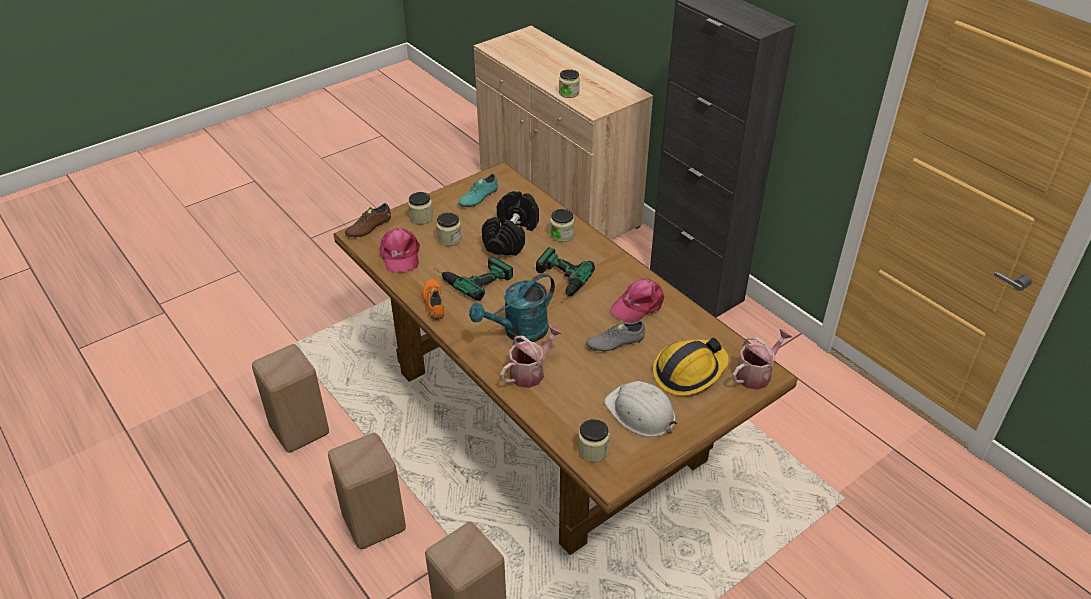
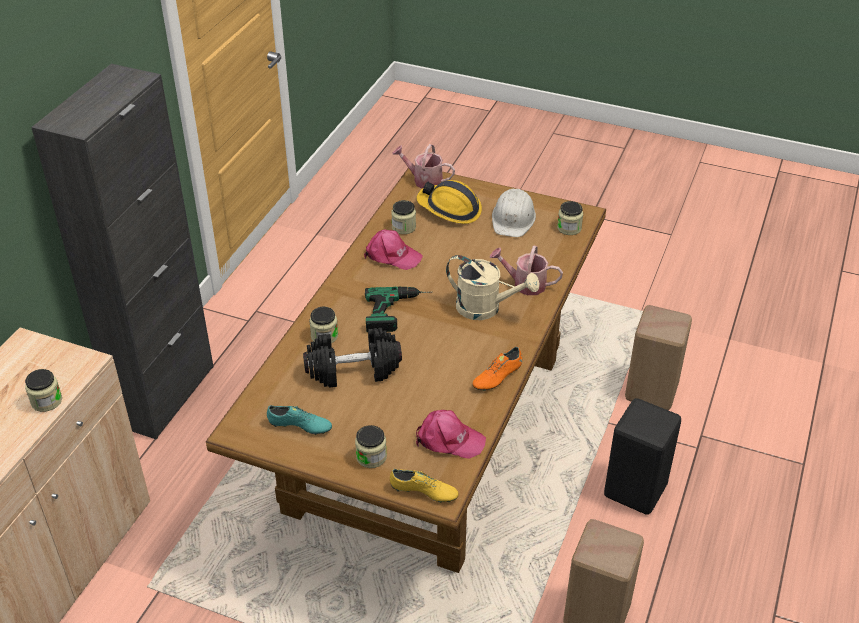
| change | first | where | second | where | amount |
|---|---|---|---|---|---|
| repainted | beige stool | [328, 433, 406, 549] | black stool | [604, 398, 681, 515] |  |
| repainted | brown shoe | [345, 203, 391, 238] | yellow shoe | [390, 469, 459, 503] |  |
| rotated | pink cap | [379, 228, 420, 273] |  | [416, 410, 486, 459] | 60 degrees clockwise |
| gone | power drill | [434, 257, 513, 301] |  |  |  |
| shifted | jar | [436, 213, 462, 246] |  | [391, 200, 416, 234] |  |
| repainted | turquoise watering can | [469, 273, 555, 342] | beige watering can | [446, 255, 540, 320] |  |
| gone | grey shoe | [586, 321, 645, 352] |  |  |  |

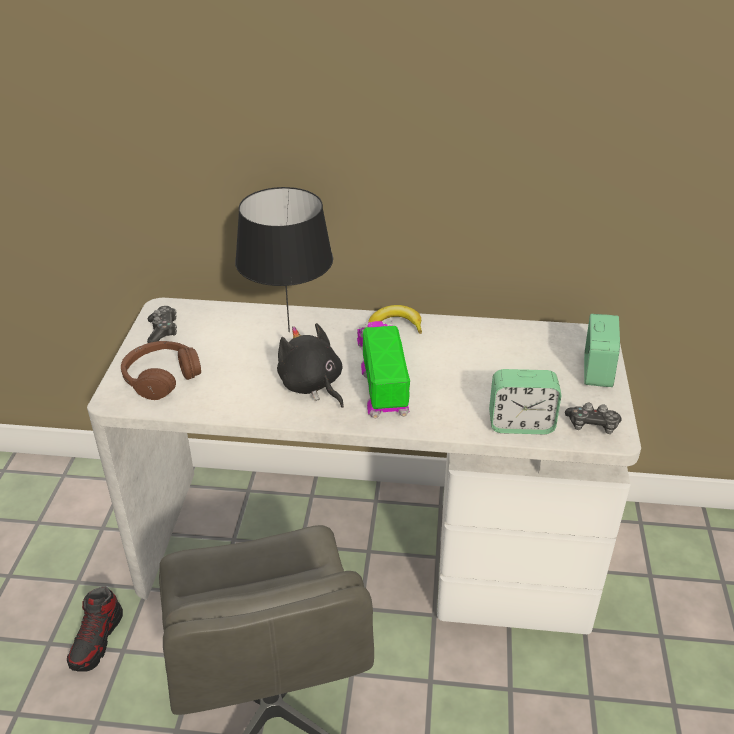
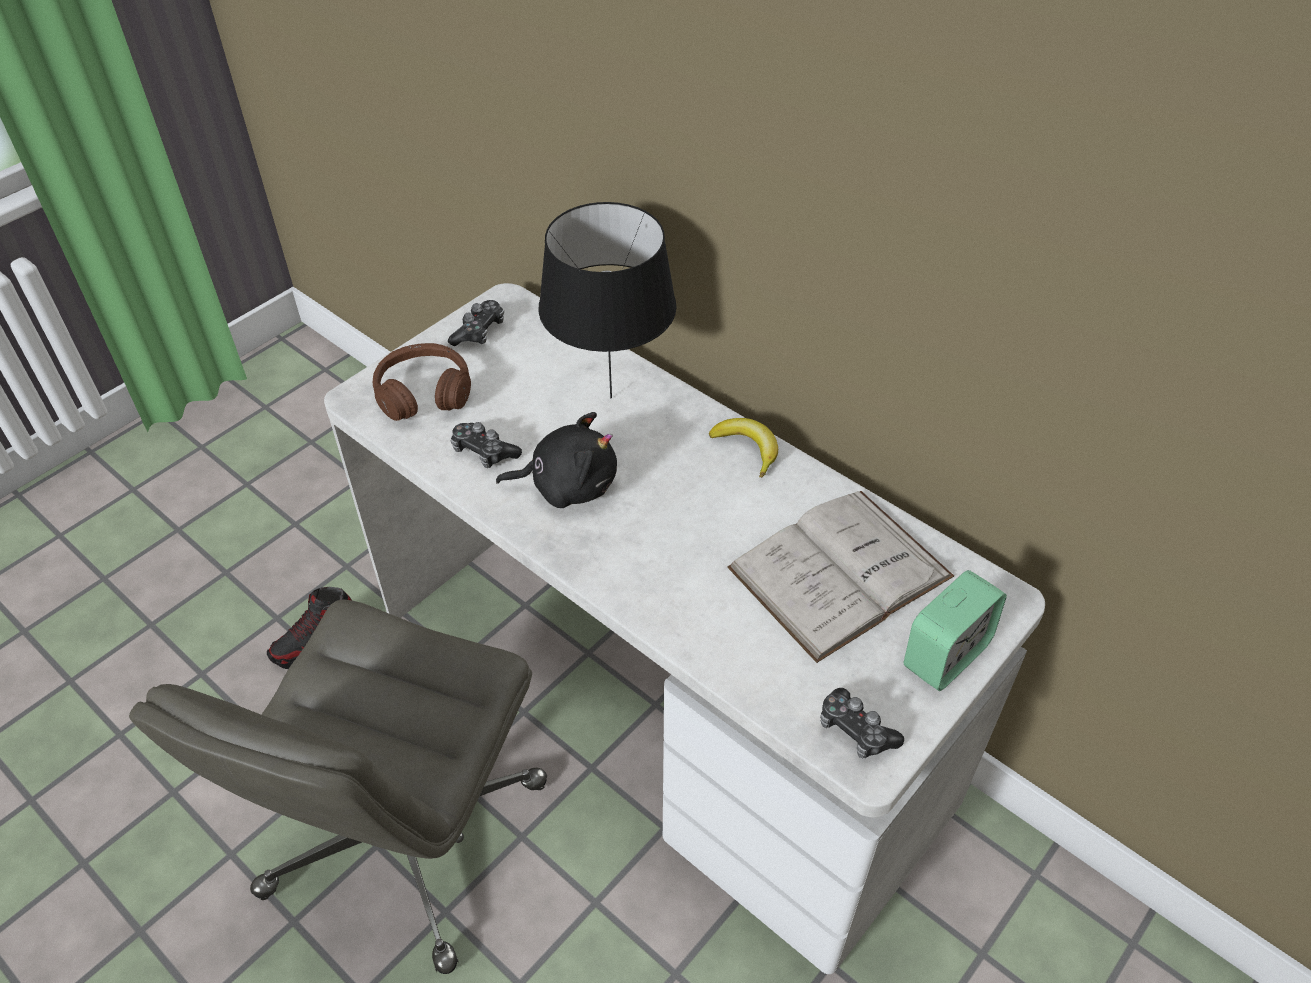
| change | first | where | second | where | amount |
|---|---|---|---|---|---|
| rotated | black plush toy | [277, 323, 344, 408] |  | [496, 412, 617, 508] | 90 degrees clockwise |
| gone | toy truck | [357, 320, 410, 419] |  |  |  |
| gone | alarm clock | [489, 369, 561, 434] |  |  |  |
| new |  |  | game controller | [450, 422, 522, 468] |  |
| new |  |  | white book | [727, 491, 954, 663] |  |

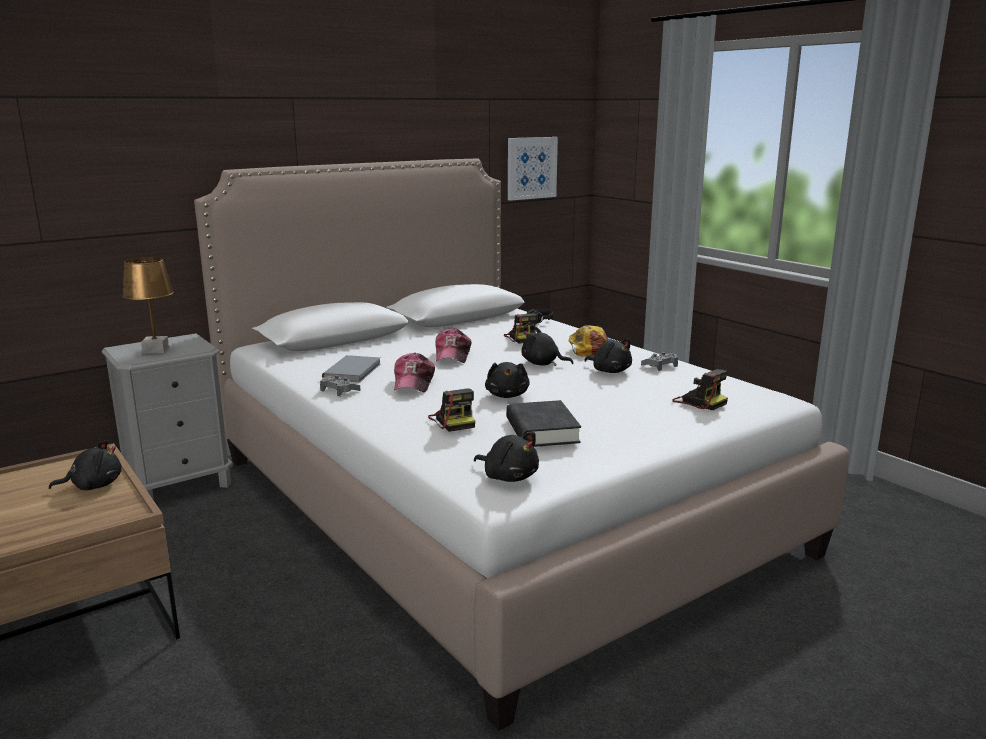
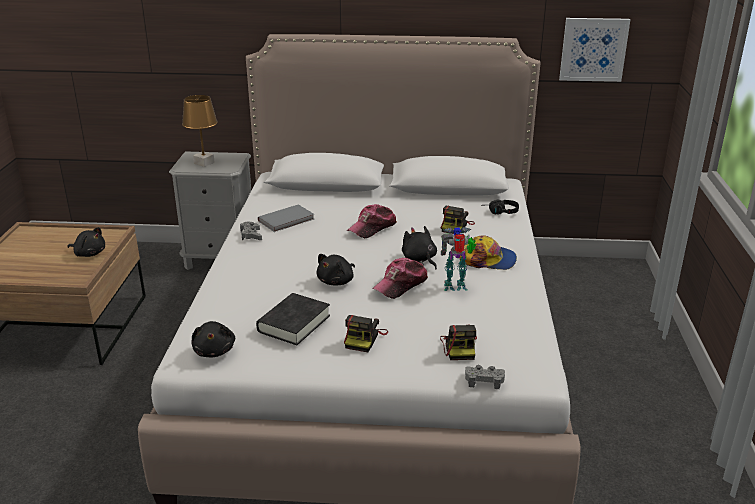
| change | first | where | second | where | amount |
|---|---|---|---|---|---|
| shifted | cap | [394, 352, 435, 392] |  | [372, 258, 428, 299] |  |
| shifted | photo camera | [428, 388, 475, 432] |  | [344, 315, 388, 352] |  |
| swapped | black plush toy | [584, 338, 632, 373] | toy robot | [441, 227, 476, 291] |  |
| shifted | grey game controller | [641, 352, 678, 371] |  | [465, 365, 505, 389] |  |

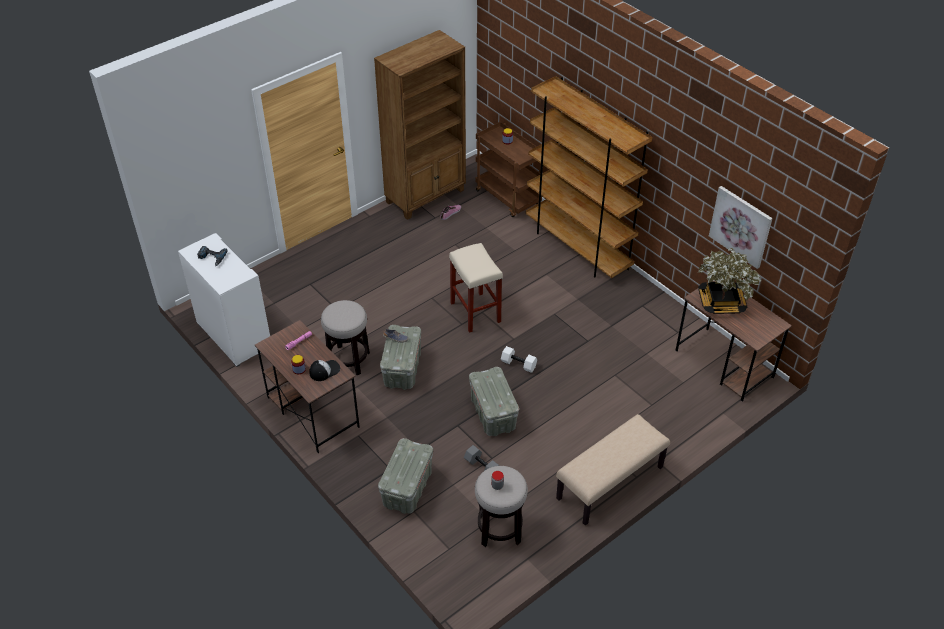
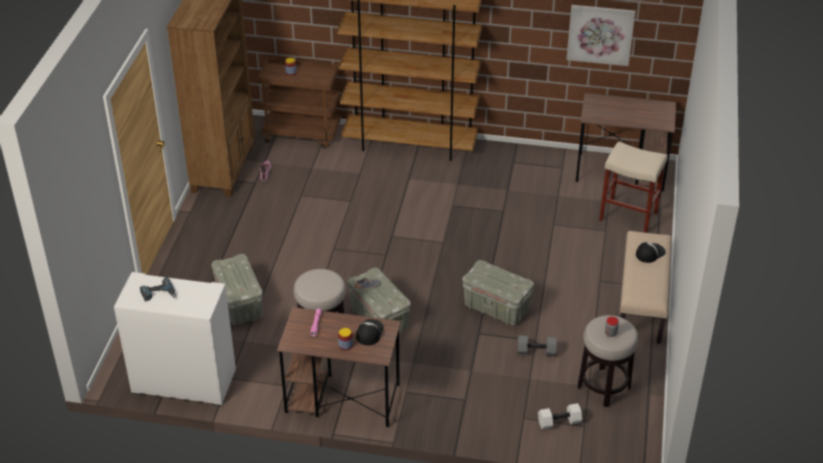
| change | first | where | second | where | amount |
|---|---|---|---|---|---|
| shifted | grey storage box | [378, 438, 433, 514] |  | [211, 254, 263, 325] |  |
| shifted | beige stool | [449, 243, 503, 333] |  | [599, 141, 668, 233] |  |
| shifted | white dumbbell | [501, 346, 537, 373] |  | [538, 403, 582, 429] |  |
| gone | potted plant | [698, 248, 761, 314] |  |  |  |
| new |  |  | cap | [636, 242, 666, 263] |  |

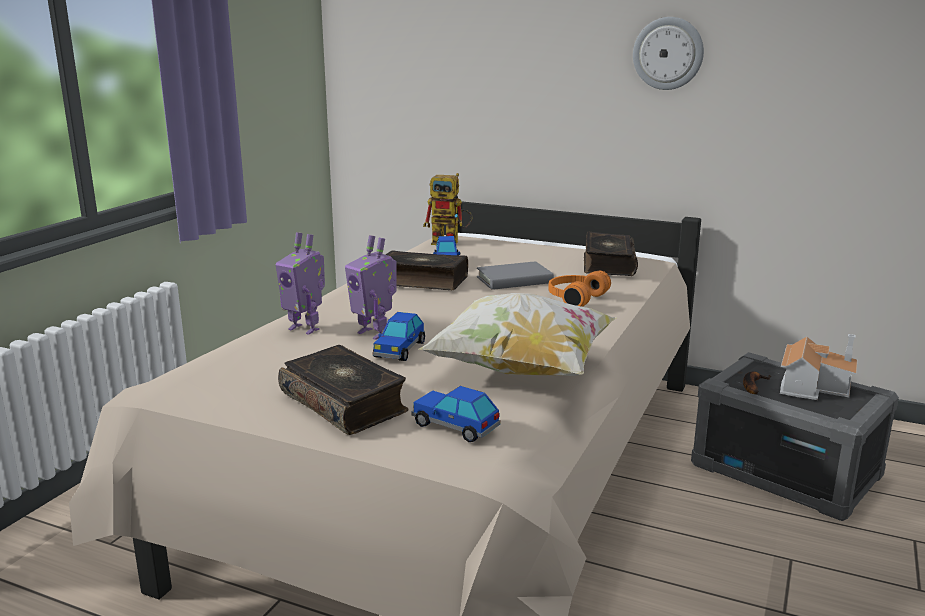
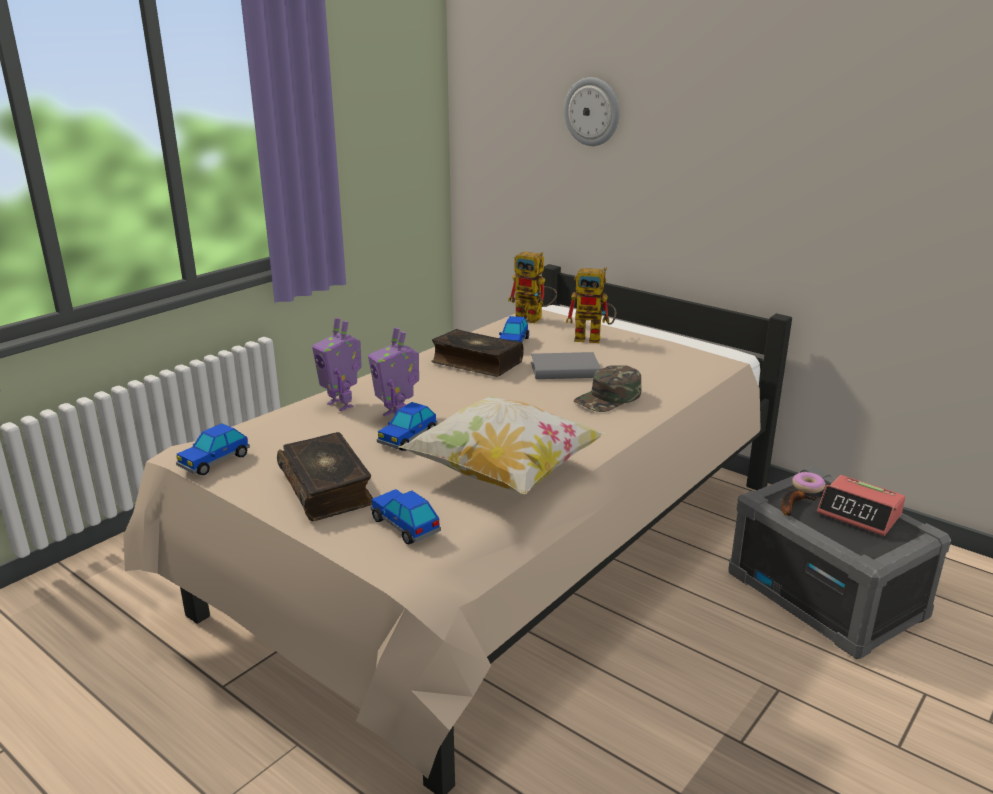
| change | first | where | second | where | amount |
|---|---|---|---|---|---|
| swapped | orange headphones | [548, 271, 611, 307] | green cap | [574, 365, 642, 412] |  |
| gone | book | [584, 232, 638, 276] |  |  |  |
| shifted | wall clock | [633, 17, 704, 90] |  | [564, 77, 620, 146] |  |
| swapped | toy house | [780, 334, 857, 400] | alarm clock | [817, 475, 905, 536] |  |
| new |  |  | toy car | [176, 423, 250, 475] |  |
| new |  |  | toy robot | [566, 267, 617, 343] |  |
| new |  |  | donut | [792, 472, 826, 493] |  |

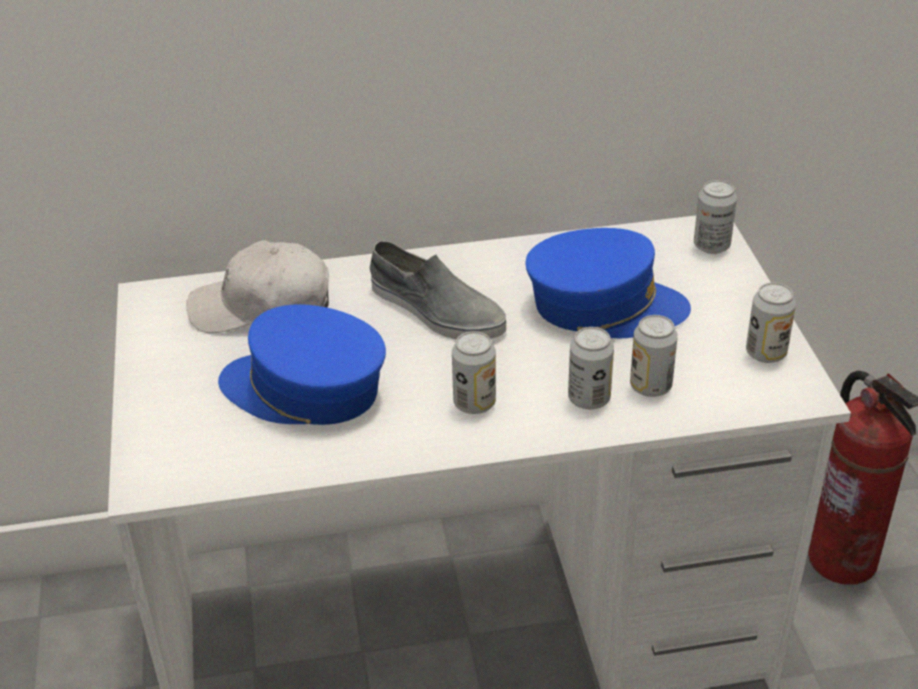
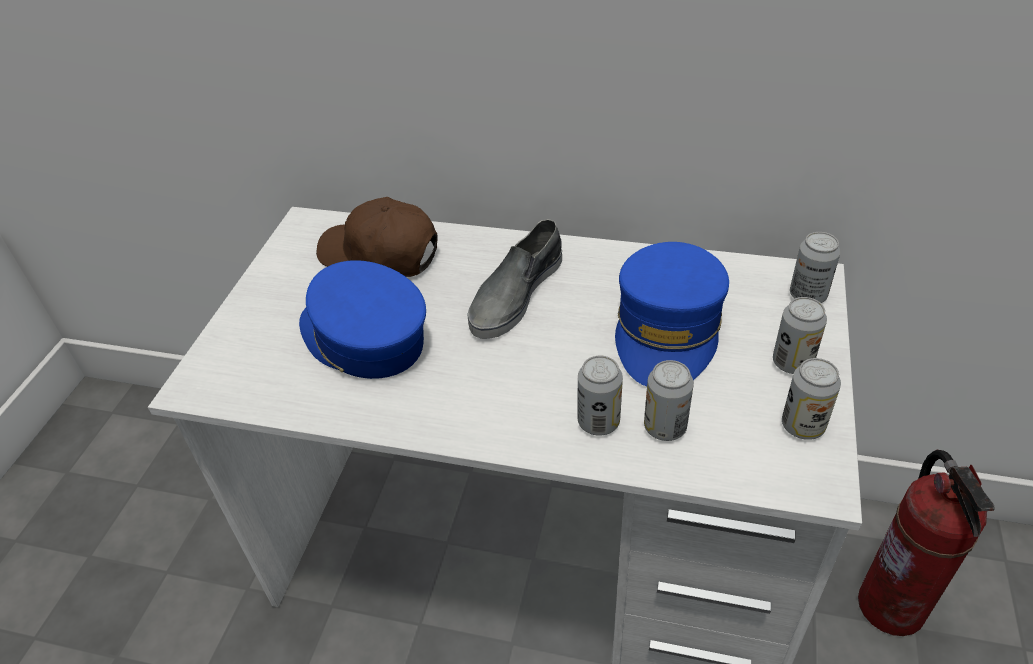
| change | first | where | second | where | amount |
|---|---|---|---|---|---|
| repainted | white cap | [186, 240, 329, 333] | brown cap | [316, 197, 438, 277] |  |
| rotated | grey shoe | [370, 241, 506, 339] |  | [467, 219, 562, 339] | 60 degrees clockwise |
| shifted | can | [452, 331, 496, 414] |  | [773, 297, 827, 374] |  |
| rotated | blue cap | [525, 228, 691, 338] |  | [615, 242, 729, 387] | 75 degrees clockwise |

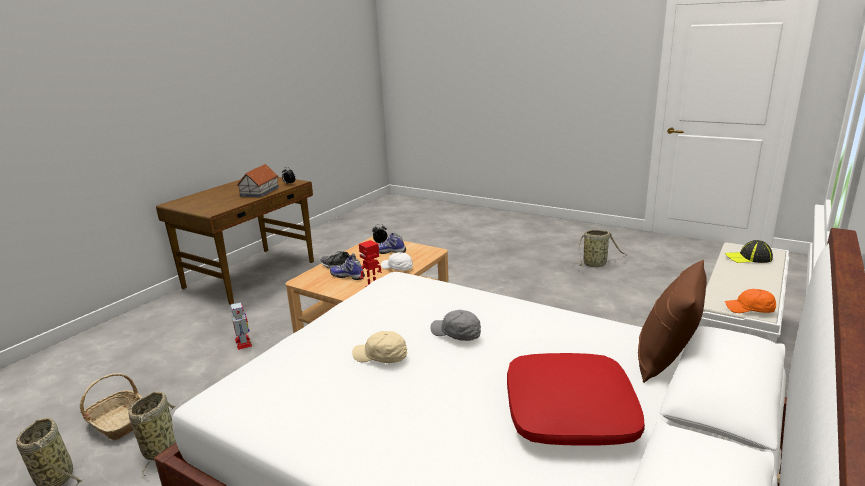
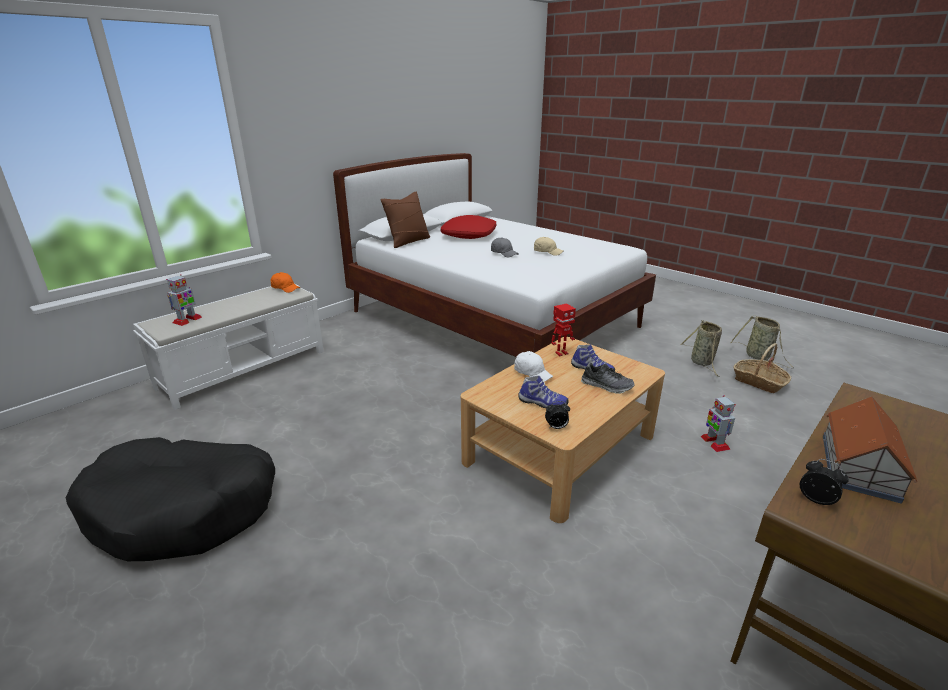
| change | first | where | second | where | amount |
|---|---|---|---|---|---|
| swapped | basket | [572, 230, 627, 267] | black dog bed | [66, 437, 275, 561] |  |
| swapped | cap | [725, 240, 773, 263] | toy robot | [166, 274, 202, 326] |  |

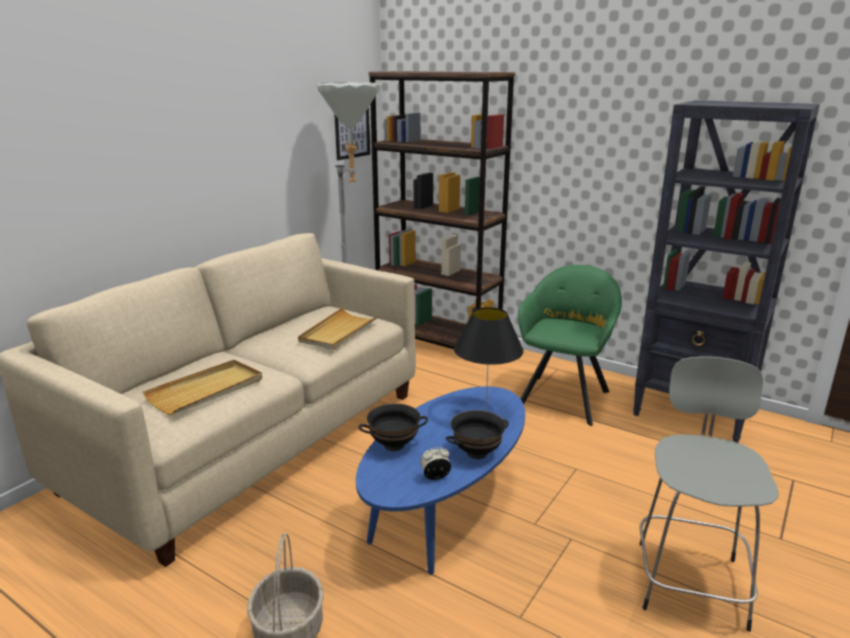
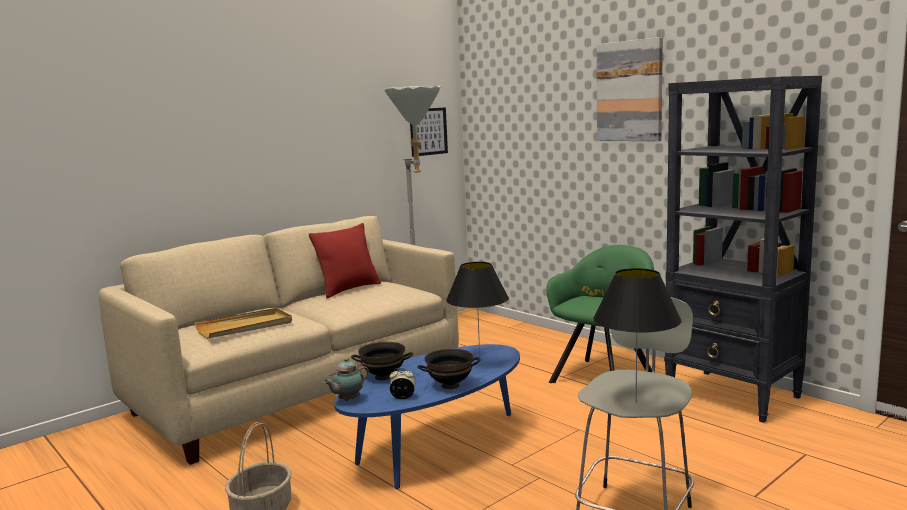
| change | first | where | second | where | amount |
|---|---|---|---|---|---|
| gone | beige tray | [298, 307, 380, 350] |  |  |  |
| gone | brown bookcase | [369, 71, 515, 349] |  |  |  |
| new |  |  | red pillow | [309, 223, 381, 298] |  |
| new |  |  | teapot | [323, 358, 369, 401] |  |
| new |  |  | black table lamp | [593, 268, 682, 403] |  |
| new |  |  | picture | [597, 37, 663, 141] |  |

